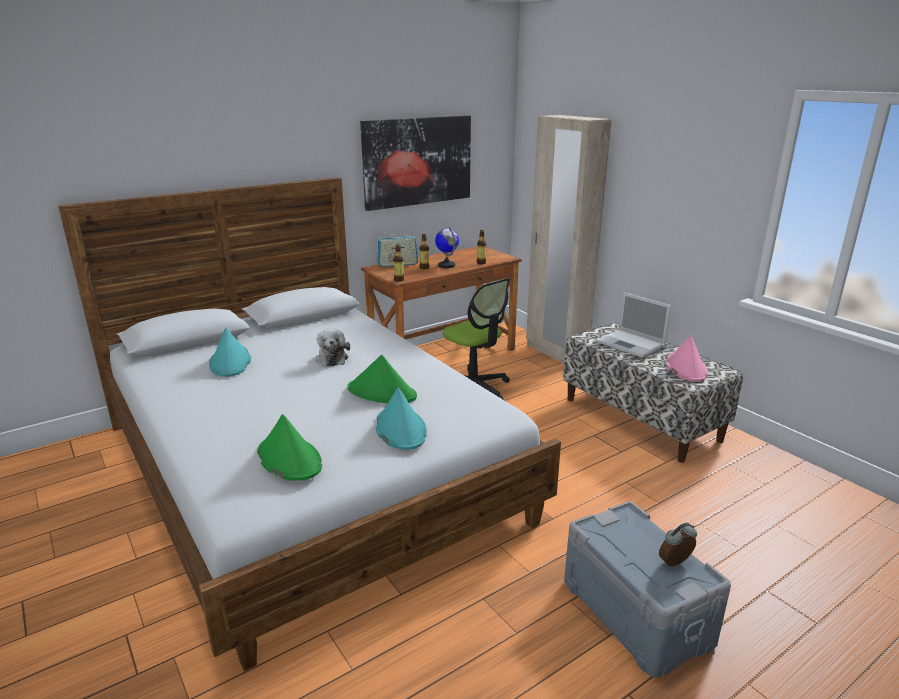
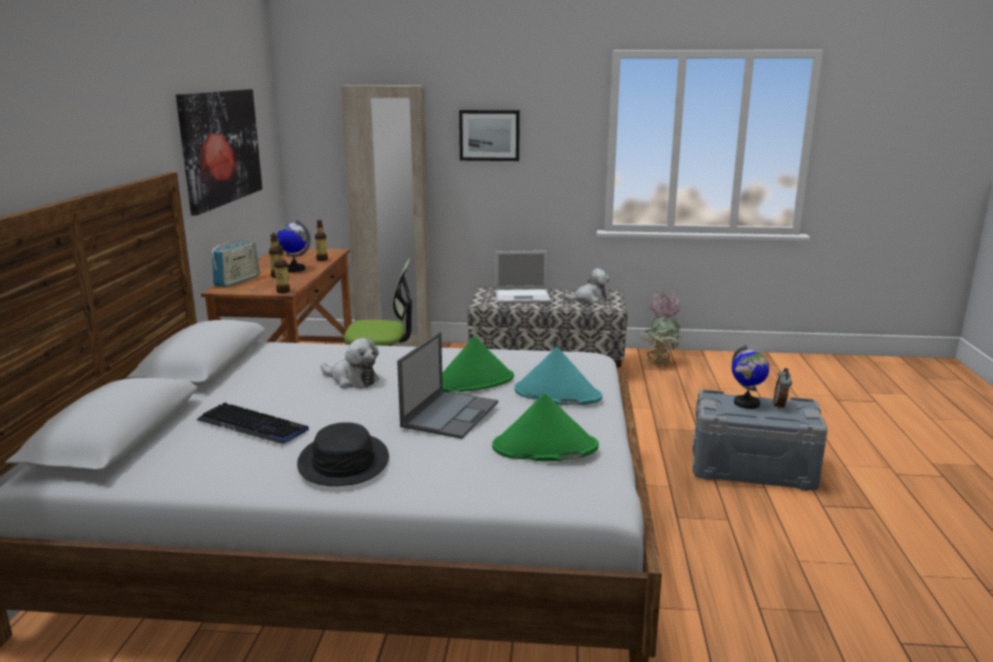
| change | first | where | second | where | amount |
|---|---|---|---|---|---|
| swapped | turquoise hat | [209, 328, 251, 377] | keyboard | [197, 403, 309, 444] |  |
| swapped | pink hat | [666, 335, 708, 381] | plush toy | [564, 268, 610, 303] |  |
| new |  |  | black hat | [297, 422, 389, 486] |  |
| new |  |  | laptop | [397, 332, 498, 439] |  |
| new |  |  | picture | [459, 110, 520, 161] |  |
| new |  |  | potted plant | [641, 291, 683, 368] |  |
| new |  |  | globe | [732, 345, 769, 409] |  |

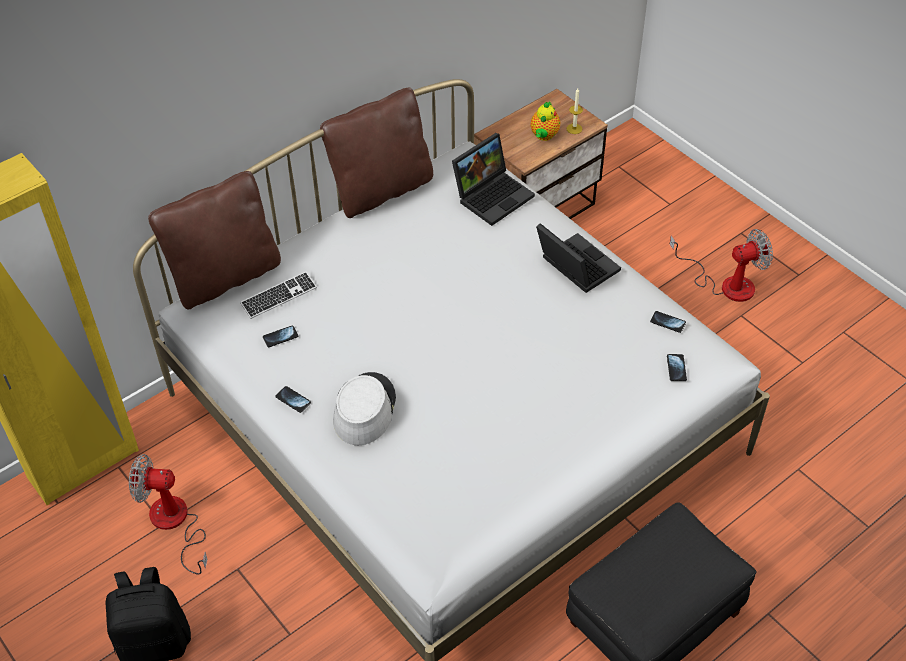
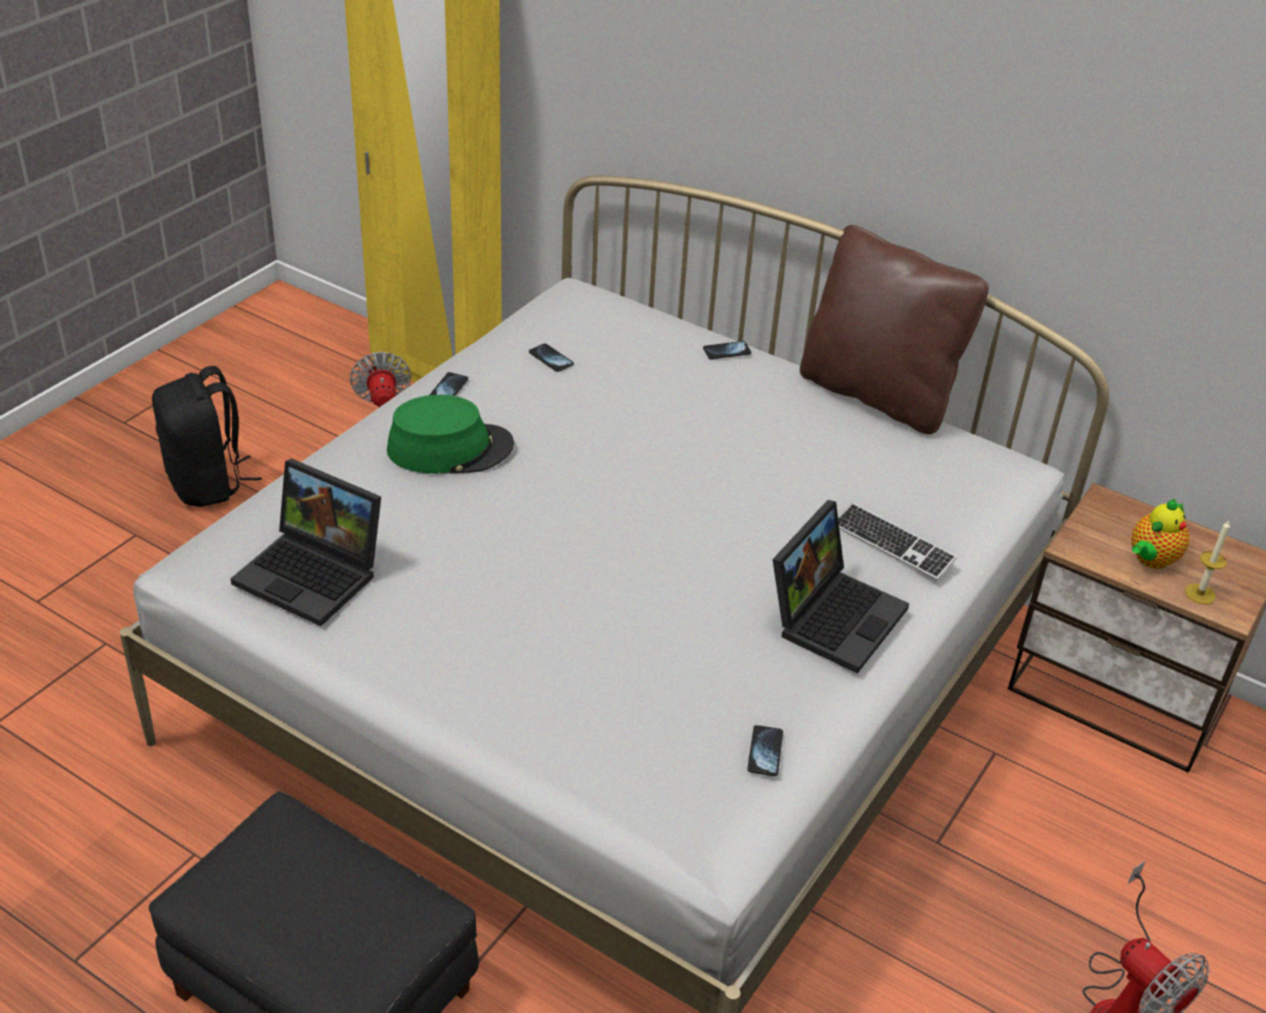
| change | first | where | second | where | amount |
|---|---|---|---|---|---|
| gone | brown pillow | [148, 171, 281, 309] |  |  |  |
| shifted | keyboard | [240, 272, 317, 319] |  | [838, 503, 957, 580] |  |
| repainted | grey hat | [333, 372, 396, 445] | green hat | [387, 395, 514, 474] |  |
| shifted | laptop | [452, 133, 535, 226] |  | [231, 458, 381, 626] |  |
| rotated | teapot | [530, 102, 560, 141] |  | [1132, 499, 1189, 569] | 45 degrees counterclockwise |
| shifted | phone | [667, 354, 687, 381] |  | [703, 341, 751, 359] |  |

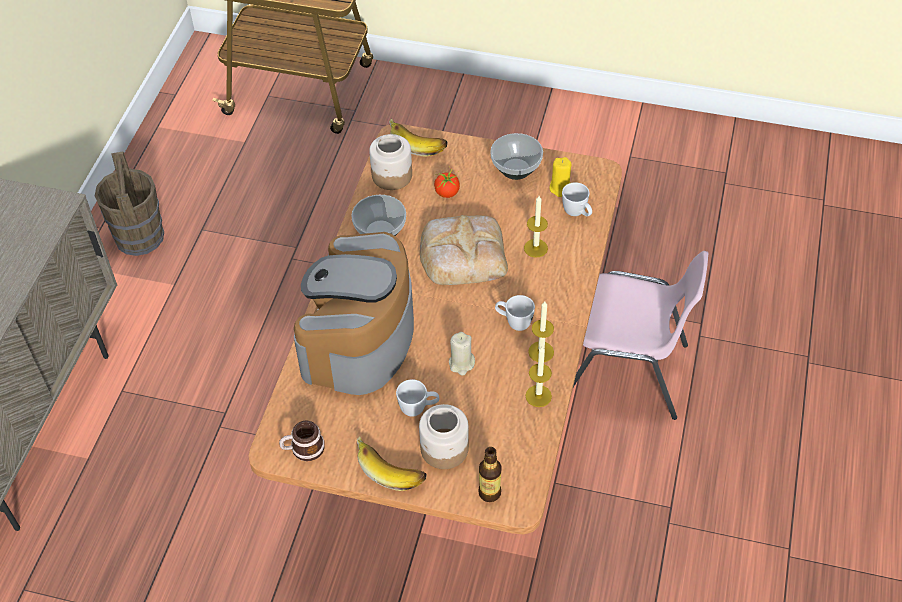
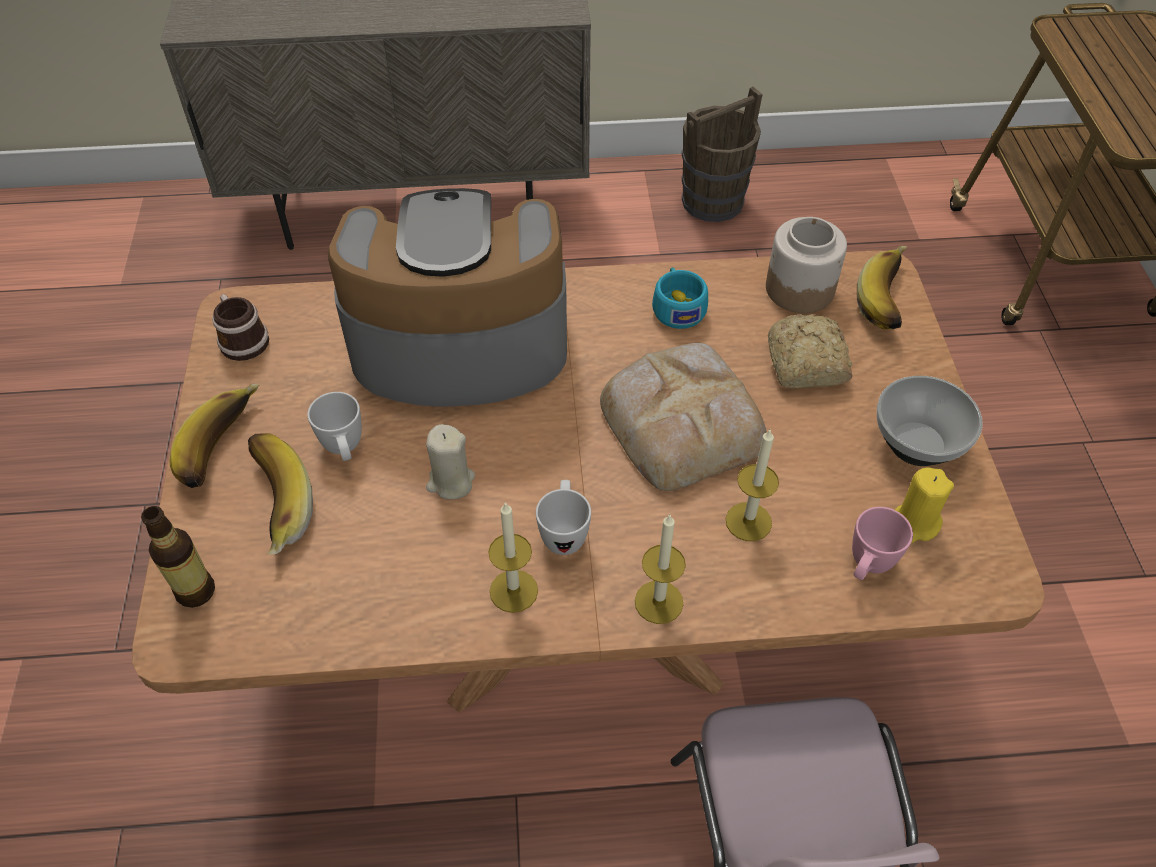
| change | first | where | second | where | amount |
|---|---|---|---|---|---|
| swapped | bowl | [351, 195, 406, 236] | turquoise cup | [652, 267, 708, 329] |  |
| swapped | jar | [419, 404, 469, 469] | banana | [248, 433, 313, 555] |  |
| swapped | tomato | [434, 167, 460, 198] | bread | [768, 314, 853, 388] |  |
| shifted | candle | [525, 346, 552, 407] |  | [635, 514, 686, 624] |  |
| repainted | white mug | [562, 182, 592, 216] | pink mug | [852, 507, 913, 580] |  |

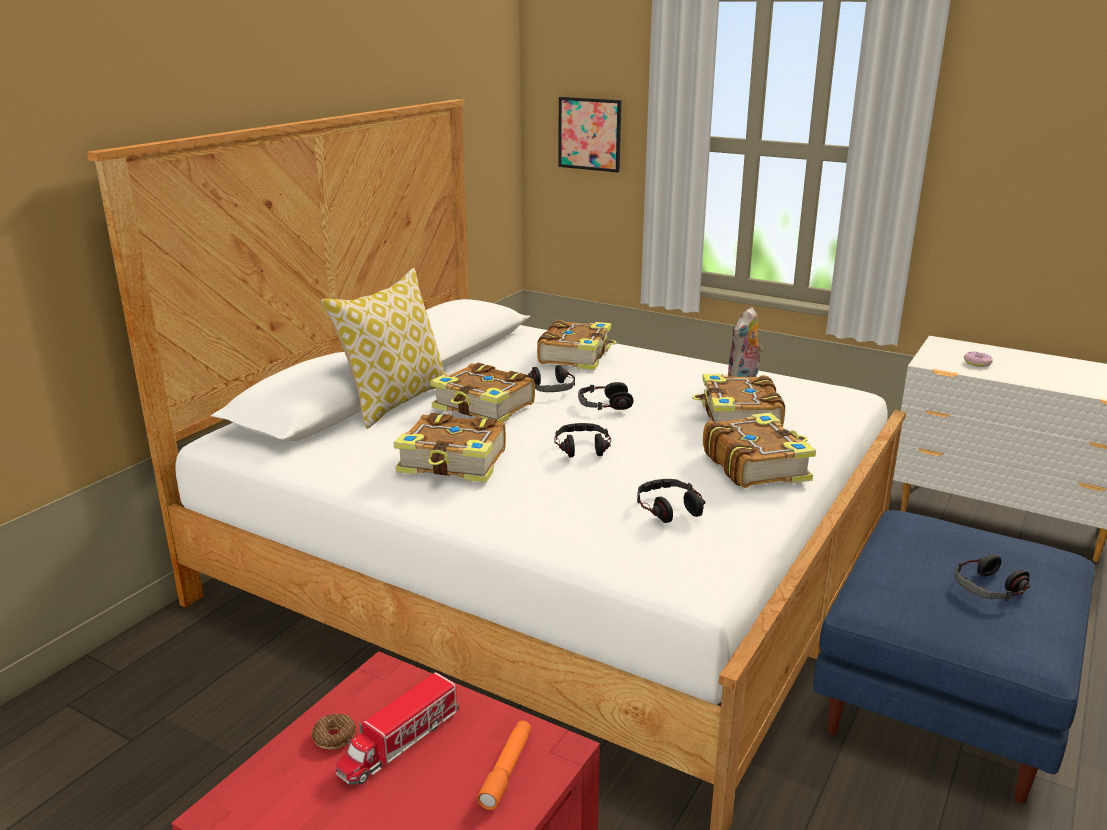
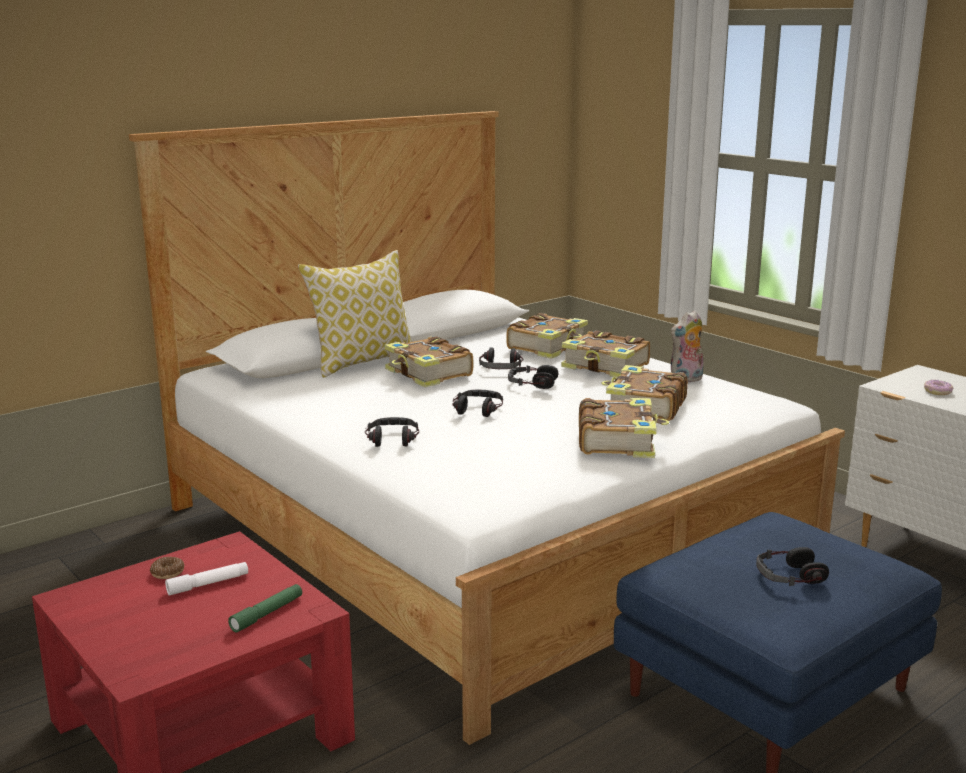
| change | first | where | second | where | amount |
|---|---|---|---|---|---|
| swapped | toy truck | [336, 672, 459, 785] | white flashlight | [165, 562, 248, 596] |  |
| shifted | book | [394, 413, 506, 483] |  | [561, 330, 650, 377] |  |
| repainted | orange flashlight | [477, 721, 531, 810] | green flashlight | [228, 584, 302, 633] |  |
| gone | picture | [559, 97, 621, 172] |  |  |  |
| shifted | headphones | [637, 479, 705, 523] |  | [365, 417, 419, 447] |  |

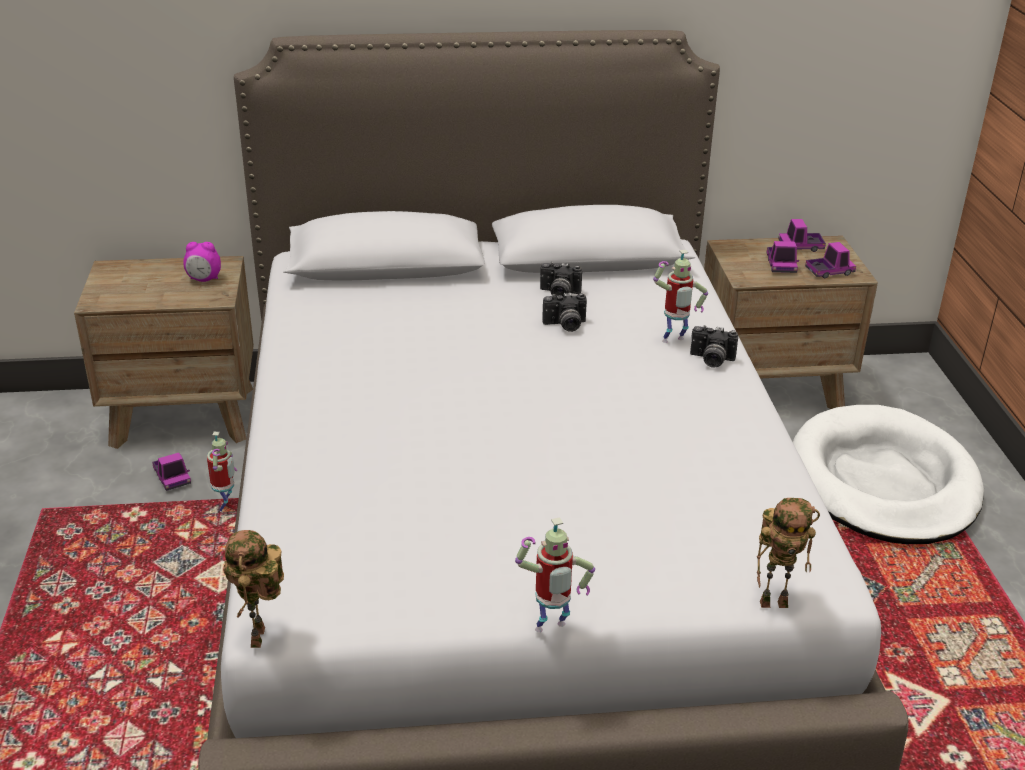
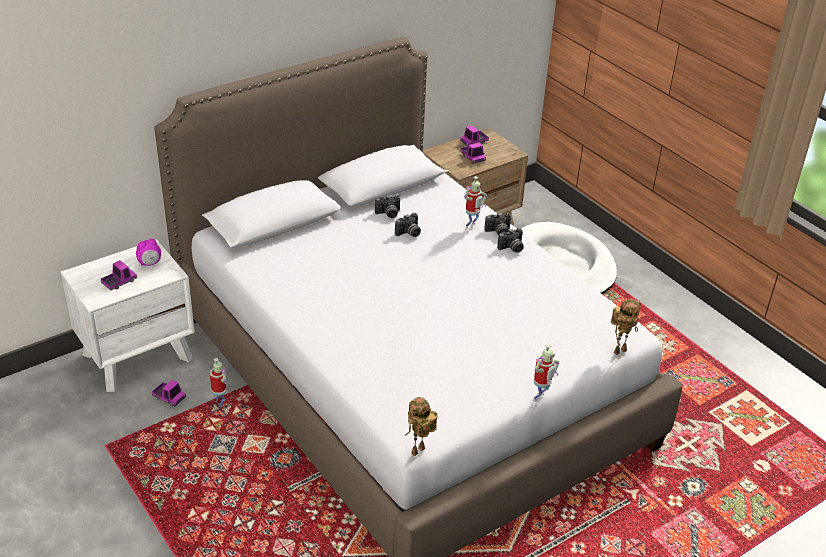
| change | first | where | second | where | amount |
|---|---|---|---|---|---|
| repainted | brown nightstand | [74, 256, 254, 449] | white nightstand | [61, 240, 195, 392] |  |
| rotated | toy robot | [223, 530, 284, 648] |  | [405, 397, 438, 456] | 75 degrees clockwise |
| shifted | toy truck | [805, 242, 856, 278] |  | [101, 260, 137, 290] |  |
| new |  |  | photo camera | [497, 228, 524, 253] |  |

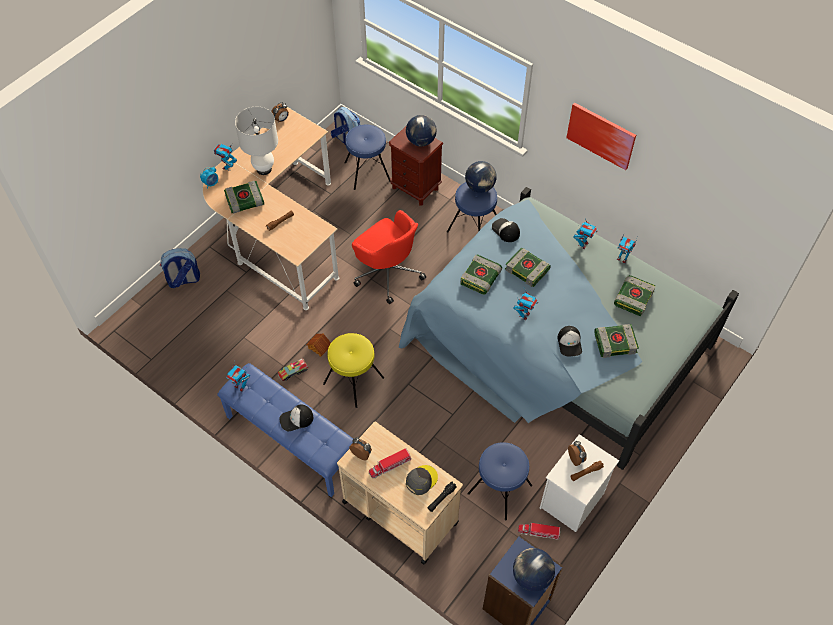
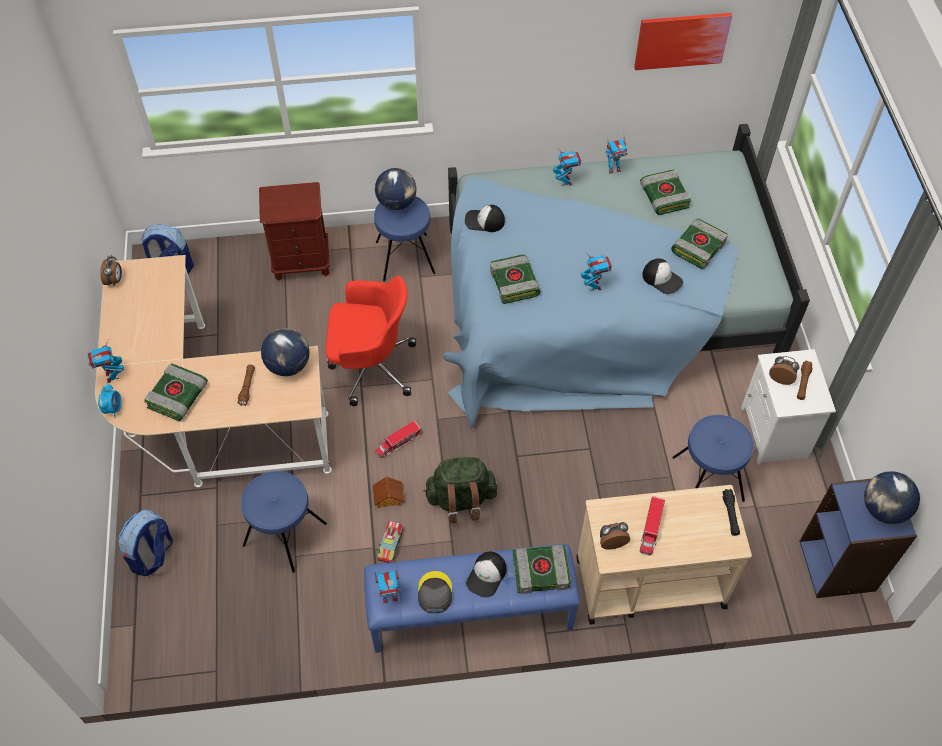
| change | first | where | second | where | amount |
|---|---|---|---|---|---|
| gone | white table lamp | [235, 107, 278, 175] |  |  |  |
| swapped | yellow stool | [323, 333, 384, 408] | green backpack | [423, 457, 498, 523] |  |
| shifted | blue stool | [345, 124, 390, 190] |  | [241, 471, 327, 573] |  |
| shifted | globe | [406, 115, 437, 146] |  | [261, 328, 310, 376] |  |
| shifted | grey cap | [406, 465, 438, 495] |  | [418, 571, 452, 613] |  |
| shifted | book | [505, 248, 551, 287] |  | [513, 545, 571, 594] |  |
| shifted | toy truck | [518, 522, 561, 540] |  | [375, 421, 422, 458] |  |
| shifted | picture | [566, 103, 636, 170] |  | [634, 13, 732, 70] |  |

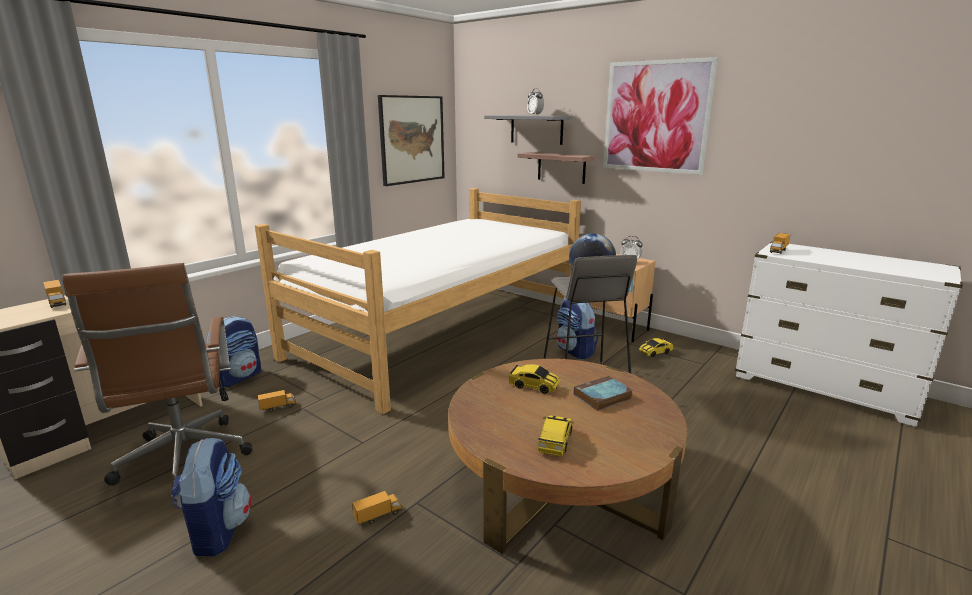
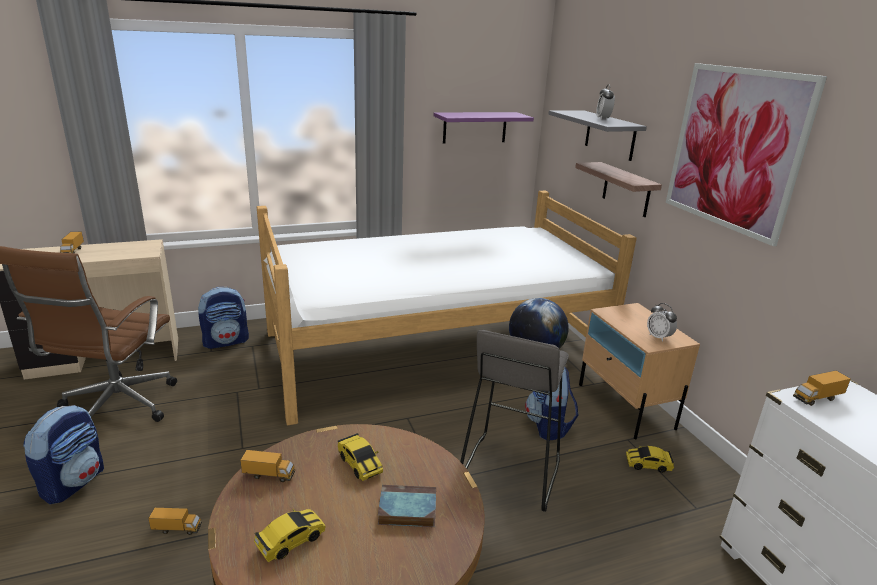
| change | first | where | second | where | amount |
|---|---|---|---|---|---|
| shifted | toy truck | [258, 390, 297, 412] |  | [240, 450, 295, 482] |  |
| swapped | picture | [378, 95, 445, 186] | purple shelf | [433, 112, 534, 144] |  |

